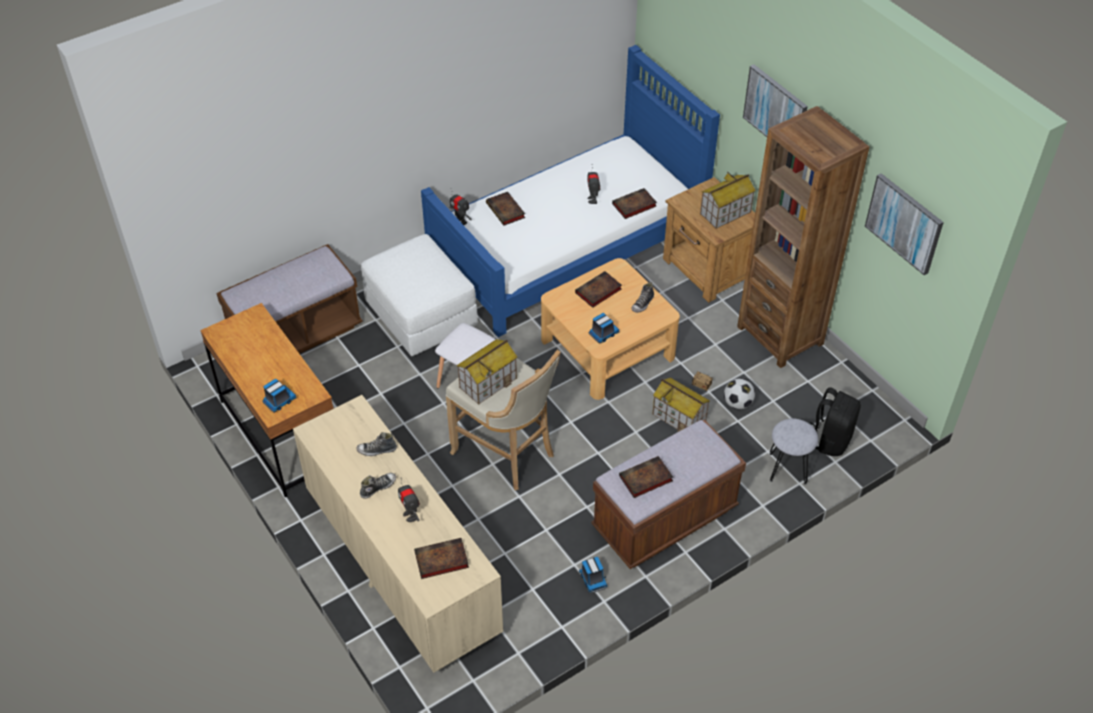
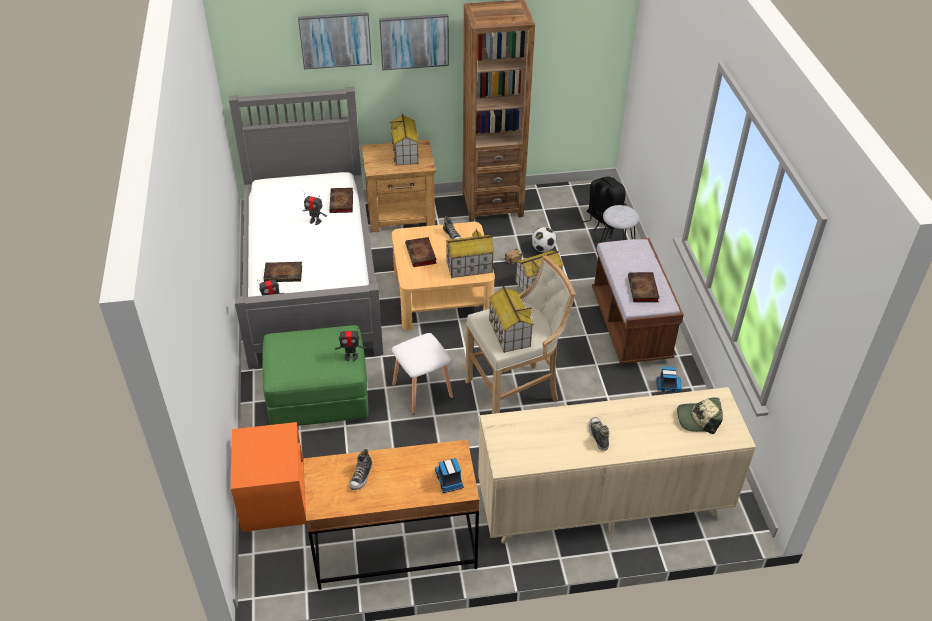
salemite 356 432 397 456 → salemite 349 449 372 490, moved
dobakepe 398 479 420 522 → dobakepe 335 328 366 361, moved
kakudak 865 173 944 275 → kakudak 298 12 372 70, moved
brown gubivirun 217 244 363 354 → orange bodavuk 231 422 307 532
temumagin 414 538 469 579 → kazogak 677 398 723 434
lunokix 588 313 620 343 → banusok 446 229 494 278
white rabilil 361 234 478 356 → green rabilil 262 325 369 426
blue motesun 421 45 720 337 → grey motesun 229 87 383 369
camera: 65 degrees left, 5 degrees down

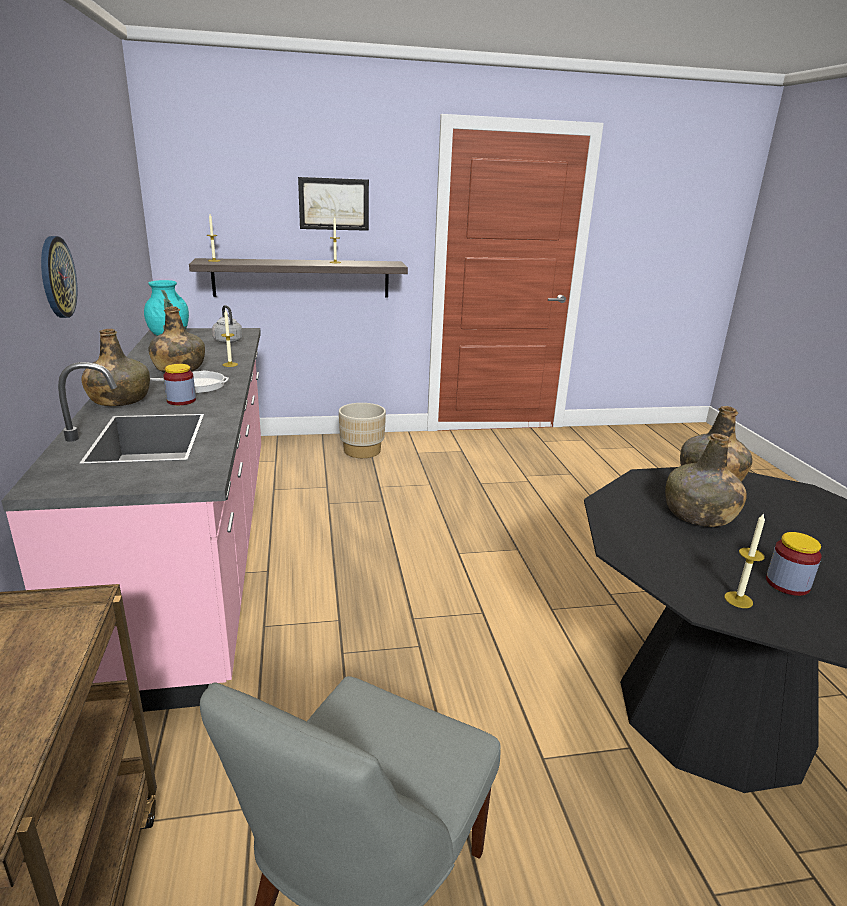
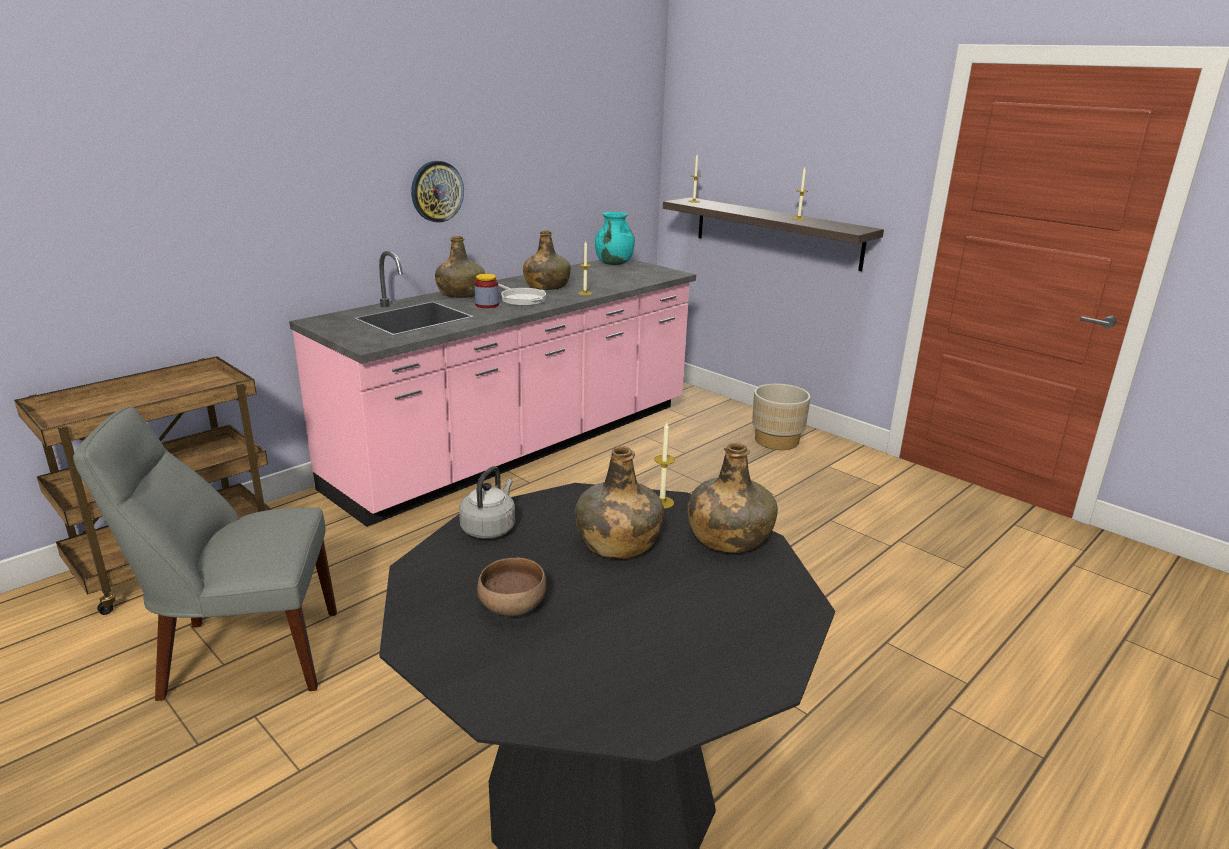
kakudak 298 177 369 231 → -
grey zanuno 212 305 242 343 → grey zanuno 459 466 515 539, moved
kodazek 724 513 765 608 → kodazek 654 422 675 508, moved
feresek 766 532 822 596 → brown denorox 477 558 547 616
camera: 55 degrees right, 0 degrees up

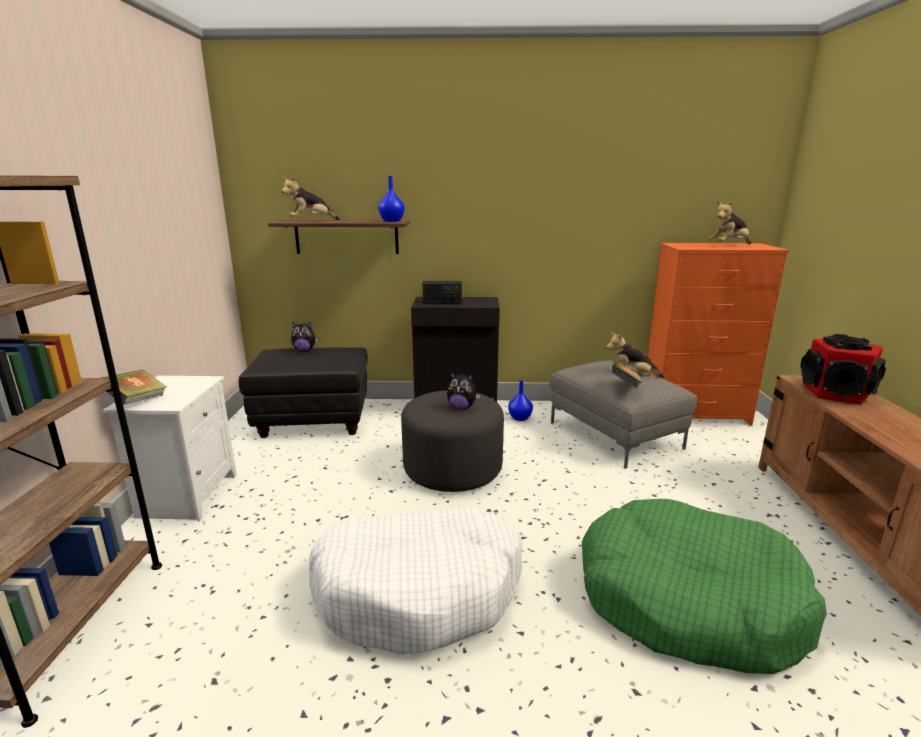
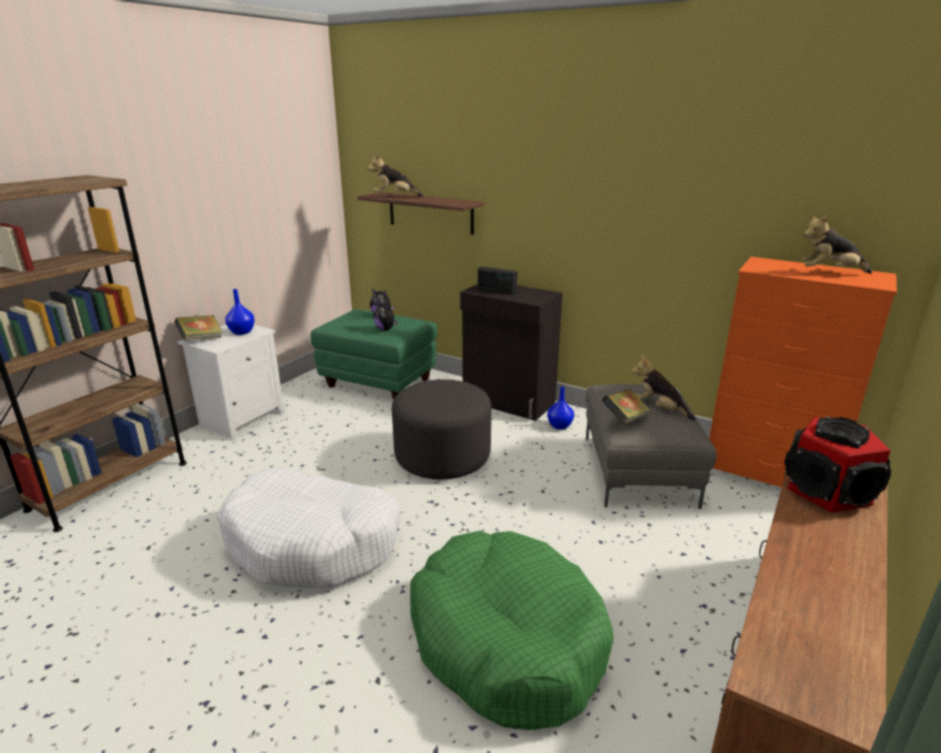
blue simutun 378 176 405 222 → blue simutun 225 289 255 335, moved
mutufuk 447 372 481 409 → mutufuk 374 301 398 331, moved
black rabilil 239 347 368 438 → green rabilil 311 309 438 400
camera: 30 degrees right, 5 degrees up

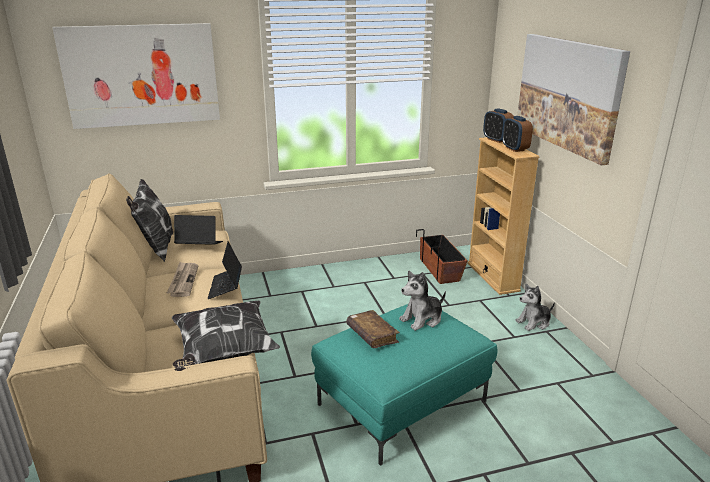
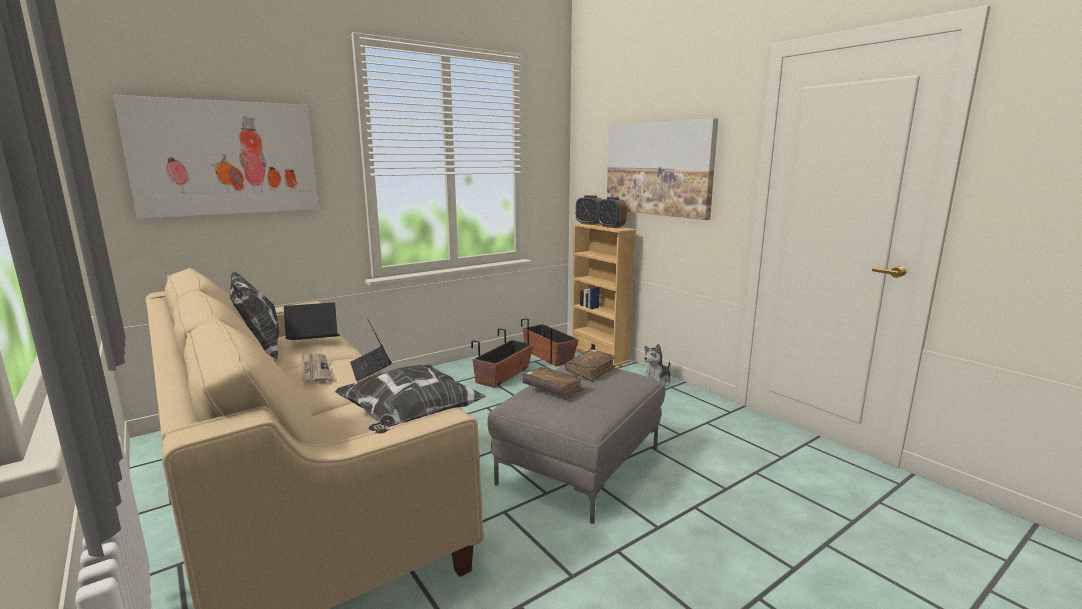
- → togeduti 471 328 533 388
mutufuk 399 271 446 331 → brown temumagin 565 349 616 381
turquoise rabilil 311 304 497 466 → grey rabilil 487 365 665 524
camera: 20 degrees left, 10 degrees down

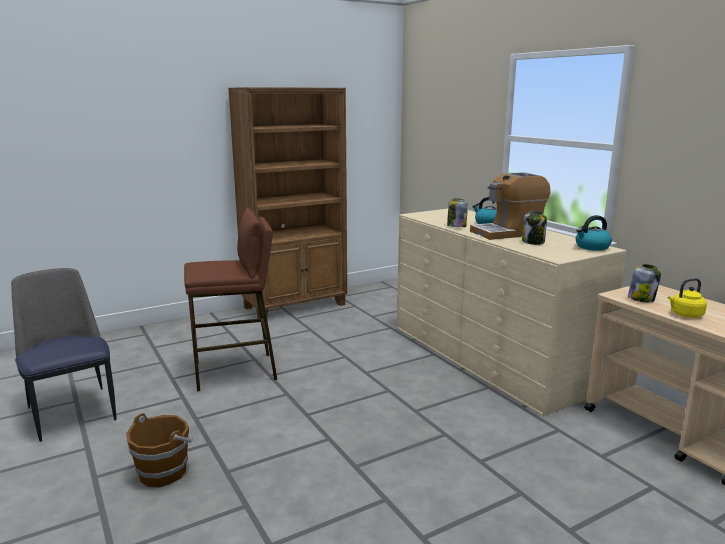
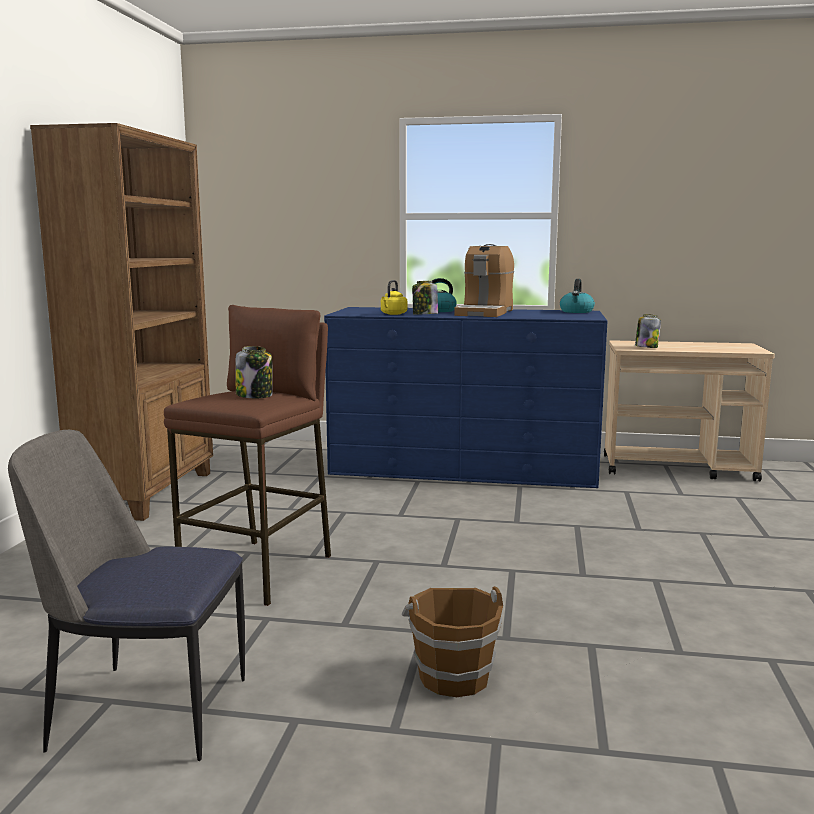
feresek 522 211 547 245 → feresek 235 346 273 398, moved
yellow zanuno 668 278 707 318 → yellow zanuno 381 280 408 315, moved
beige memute 397 209 626 416 → blue memute 324 307 607 488
camera: 50 degrees left, 5 degrees down

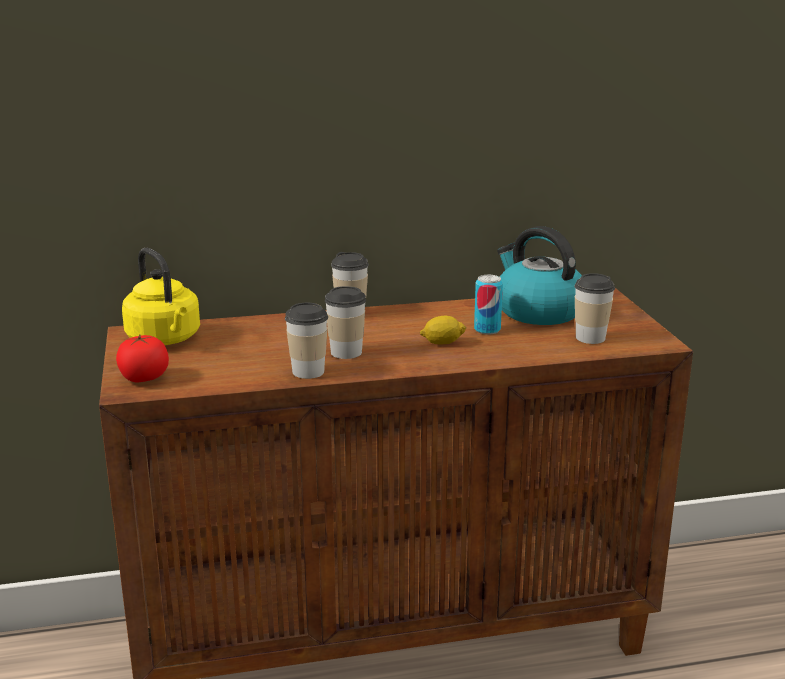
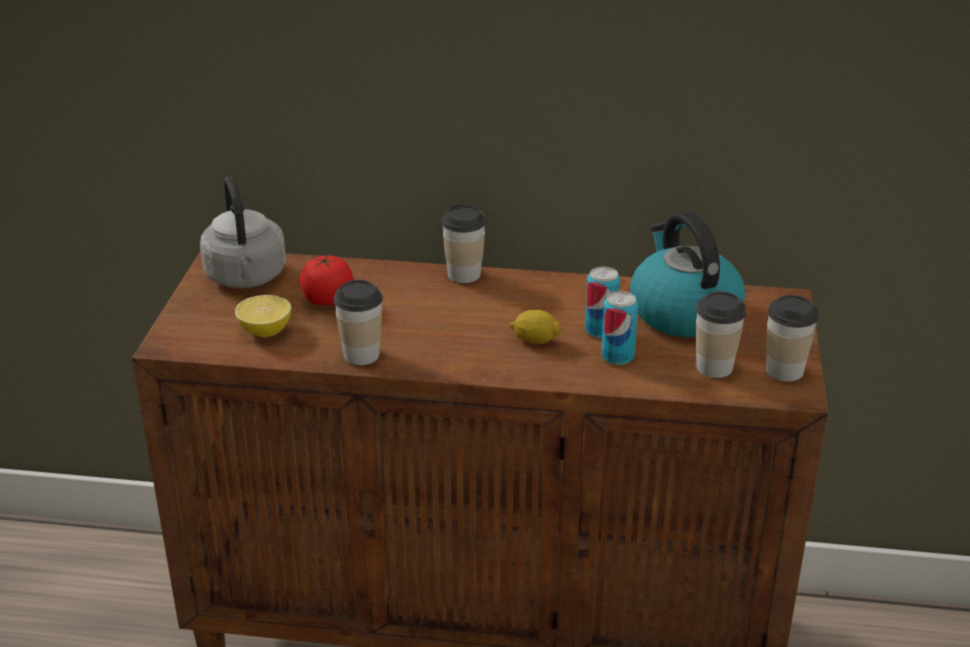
- → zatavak 235 295 291 337
- → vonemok 601 291 638 365
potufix 116 334 169 382 → potufix 300 254 353 305, moved
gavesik 325 286 366 359 → gavesik 766 295 819 381, moved
yellow zanuno 122 248 200 345 → grey zanuno 200 177 286 288
camera: 20 degrees right, 10 degrees up

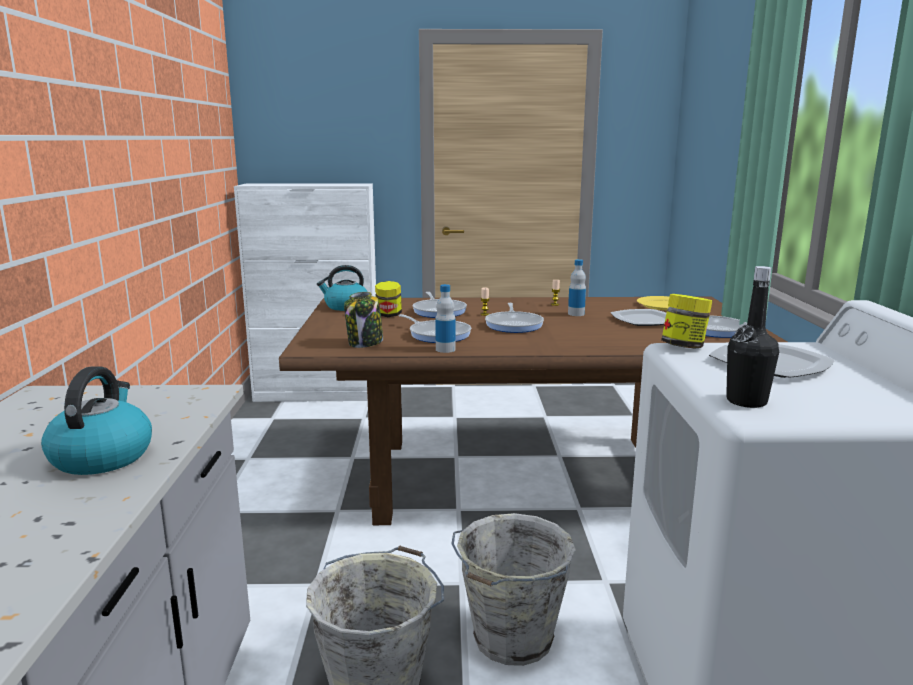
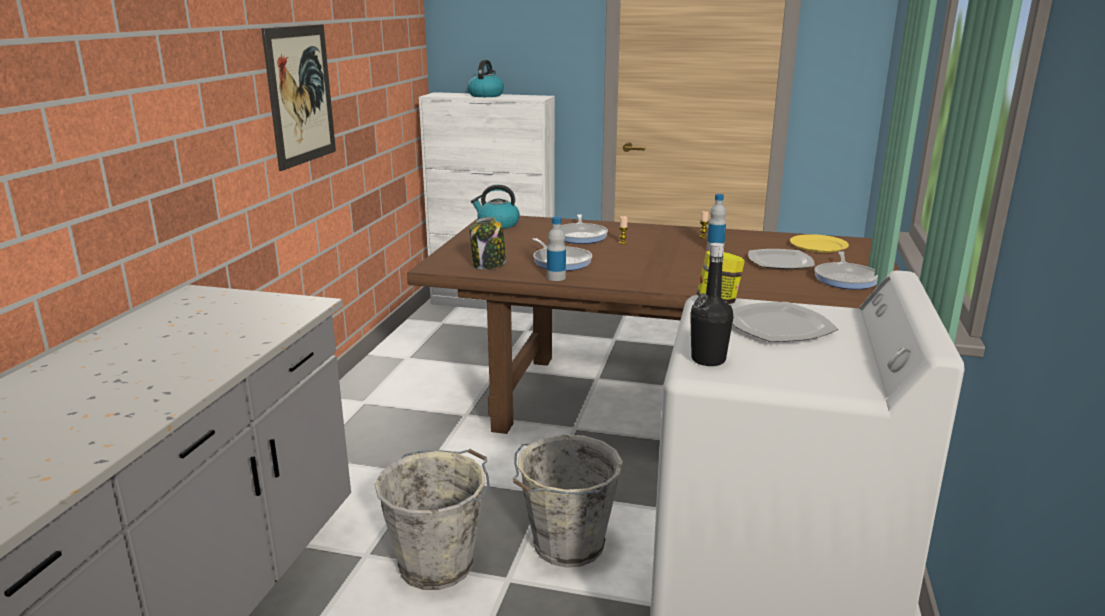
feresek 375 281 402 317 → -
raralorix 485 303 544 333 → -
- → kakudak 261 24 336 171
zanuno 41 366 152 475 → zanuno 468 60 504 97, moved
camera: 15 degrees right, 5 degrees up

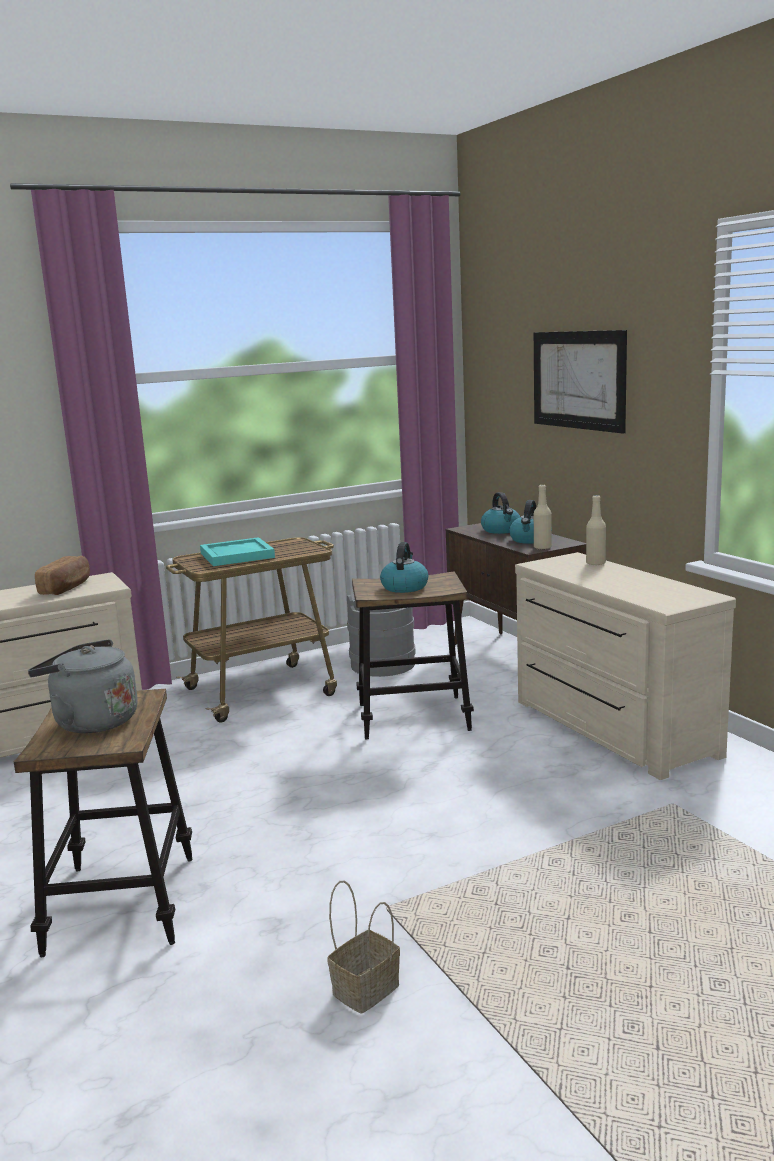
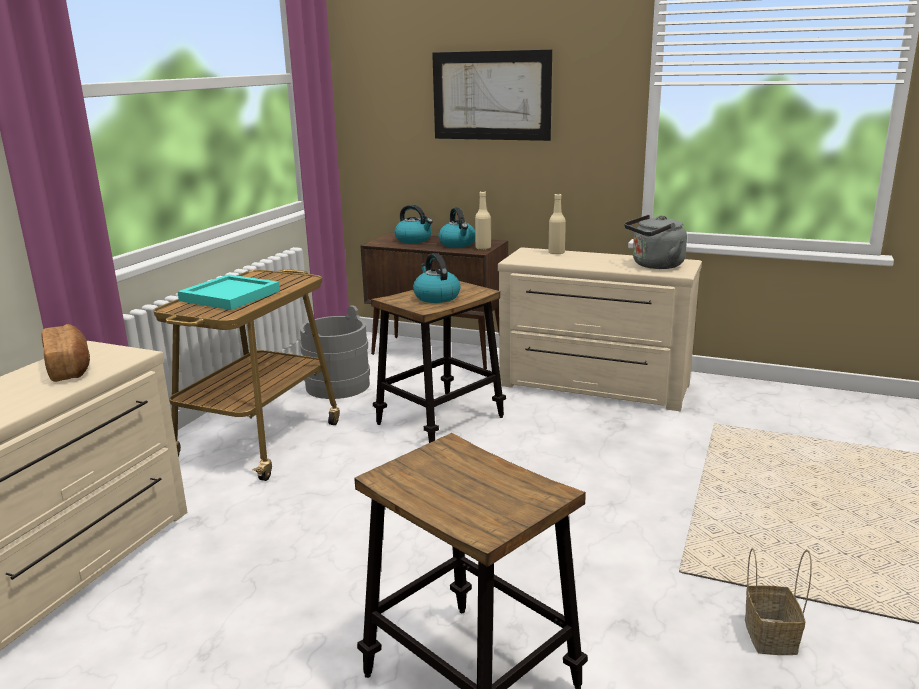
grey zanuno 28 639 138 733 → grey zanuno 624 215 687 269, moved
camera: 40 degrees left, 5 degrees up

